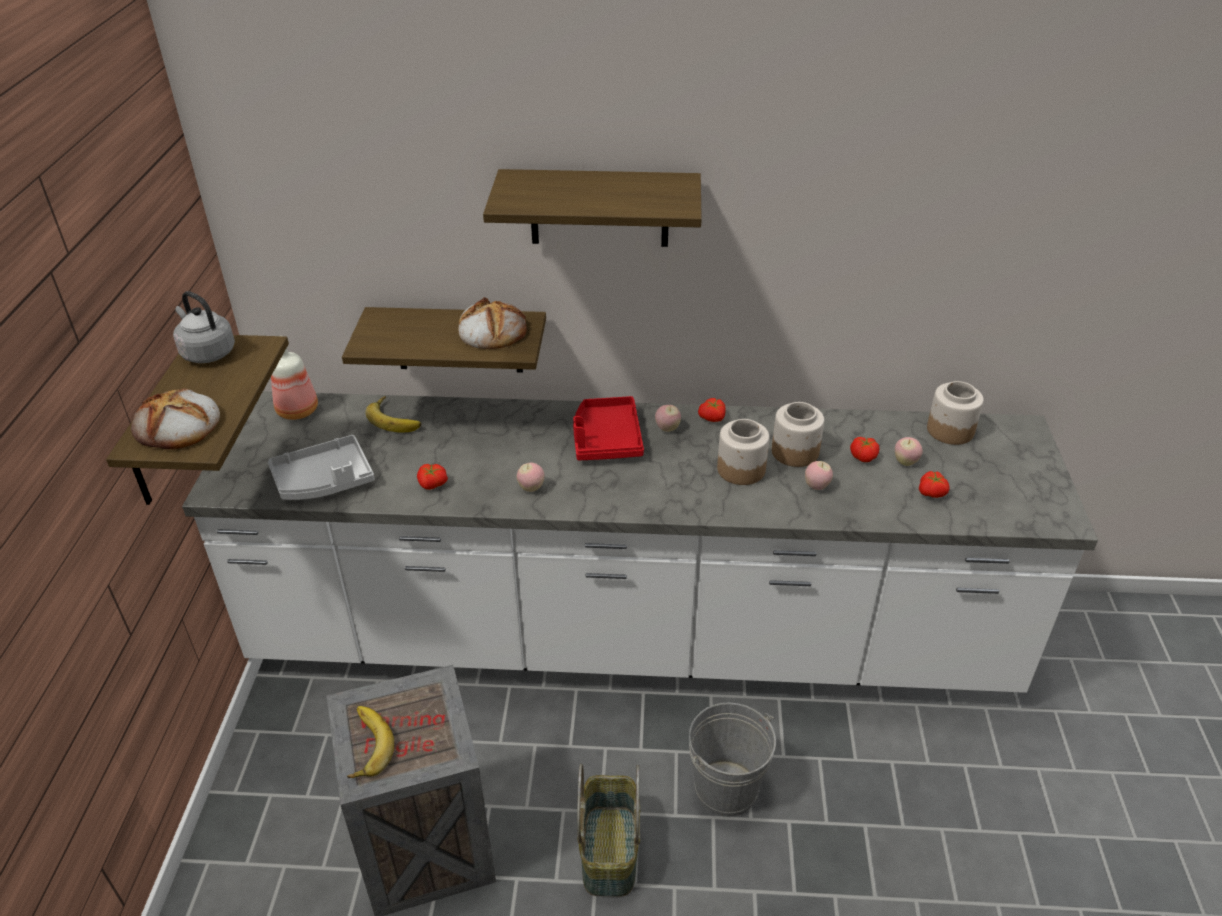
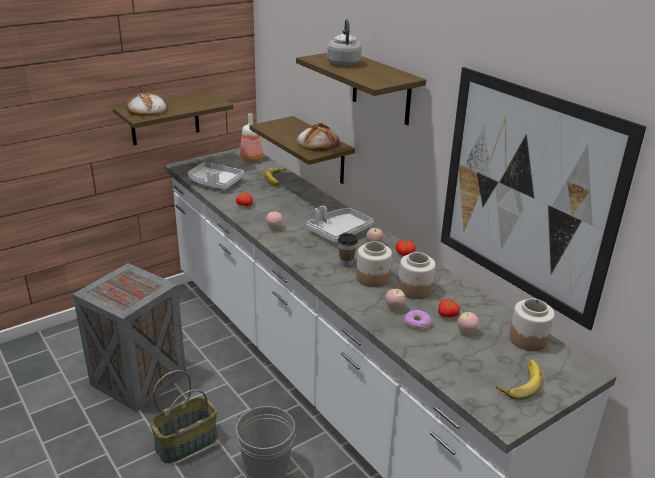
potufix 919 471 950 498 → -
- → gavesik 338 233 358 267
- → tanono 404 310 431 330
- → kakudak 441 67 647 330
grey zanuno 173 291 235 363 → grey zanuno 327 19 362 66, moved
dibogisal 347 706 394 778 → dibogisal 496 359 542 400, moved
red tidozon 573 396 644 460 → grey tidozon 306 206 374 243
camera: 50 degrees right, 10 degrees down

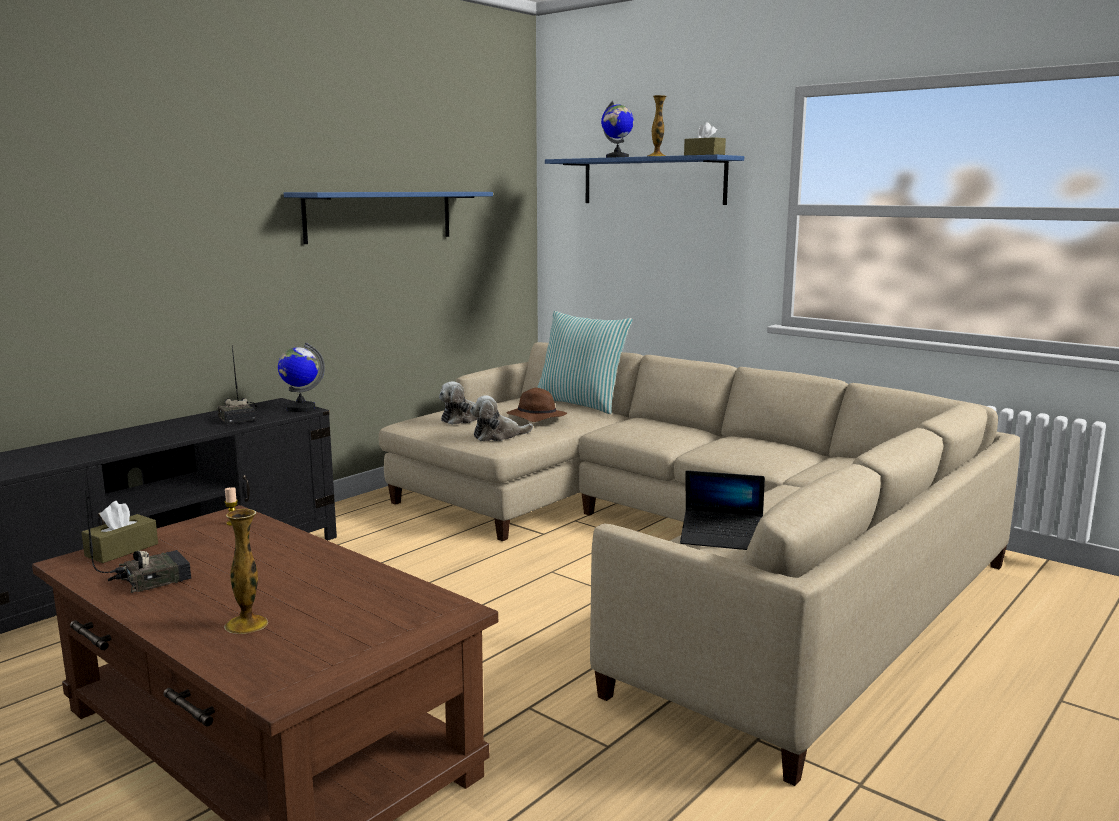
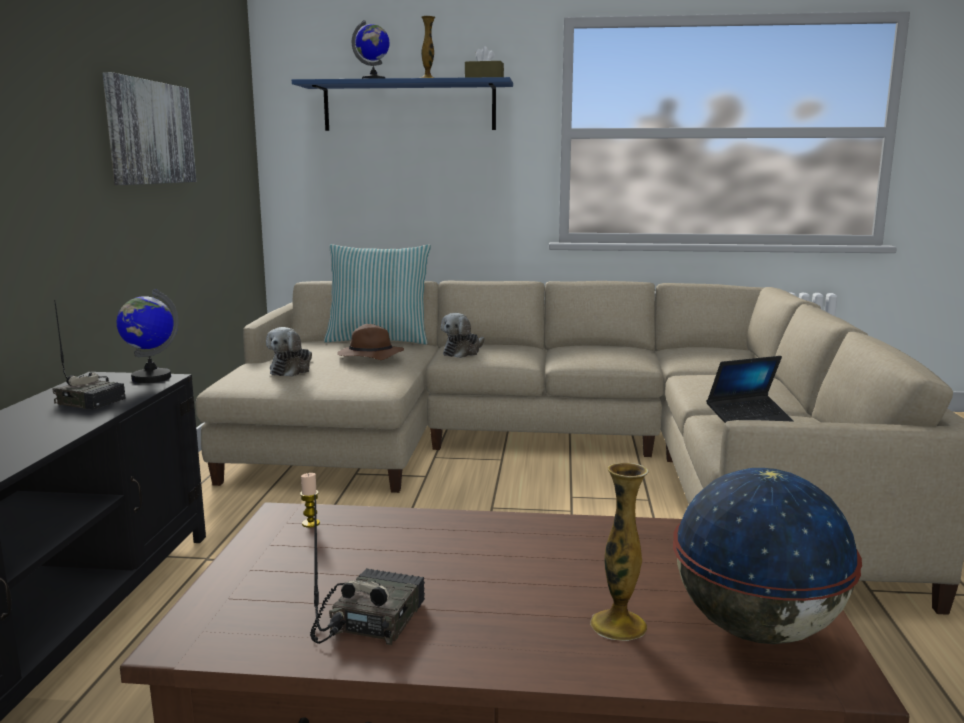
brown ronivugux 81 501 158 563 → -
- → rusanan 673 468 862 644
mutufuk 470 395 533 441 → mutufuk 441 313 484 358, moved
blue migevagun 284 192 493 244 → kakudak 102 72 196 185
camera: 35 degrees left, 0 degrees up

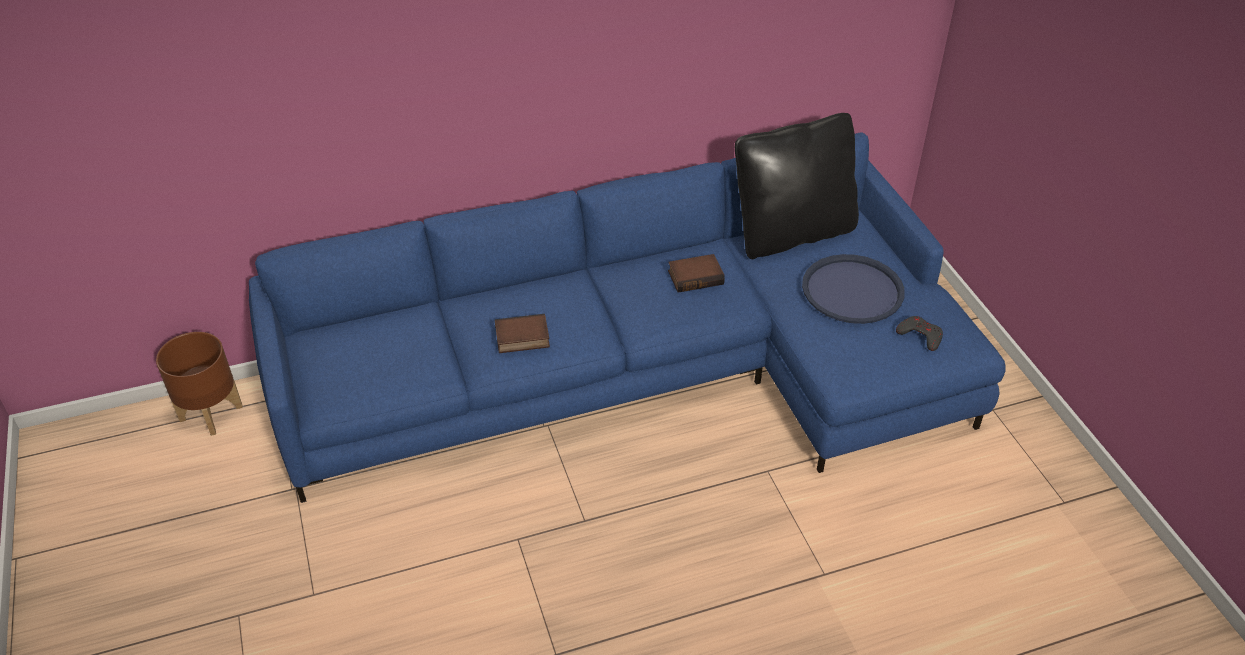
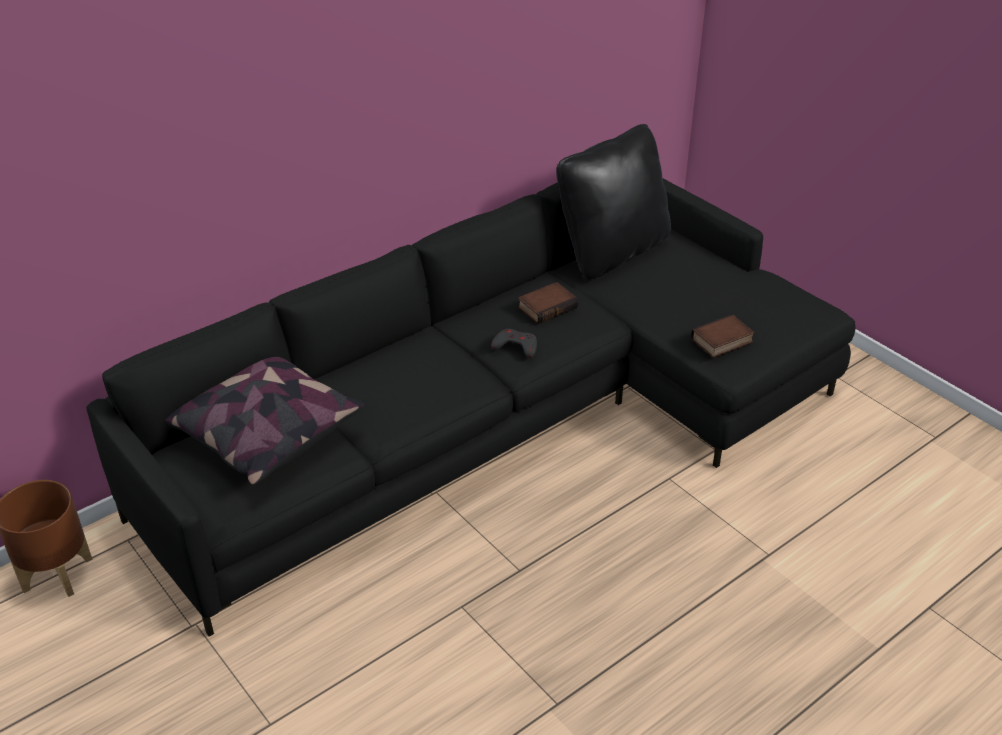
blue tidozon 802 254 905 324 → -
- → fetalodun 165 357 364 485
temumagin 495 314 550 353 → temumagin 691 314 755 358, moved
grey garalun 896 316 943 351 → grey garalun 491 328 537 358, moved
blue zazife 249 132 1006 503 → black zazife 86 154 856 637
camera: 20 degrees left, 5 degrees down

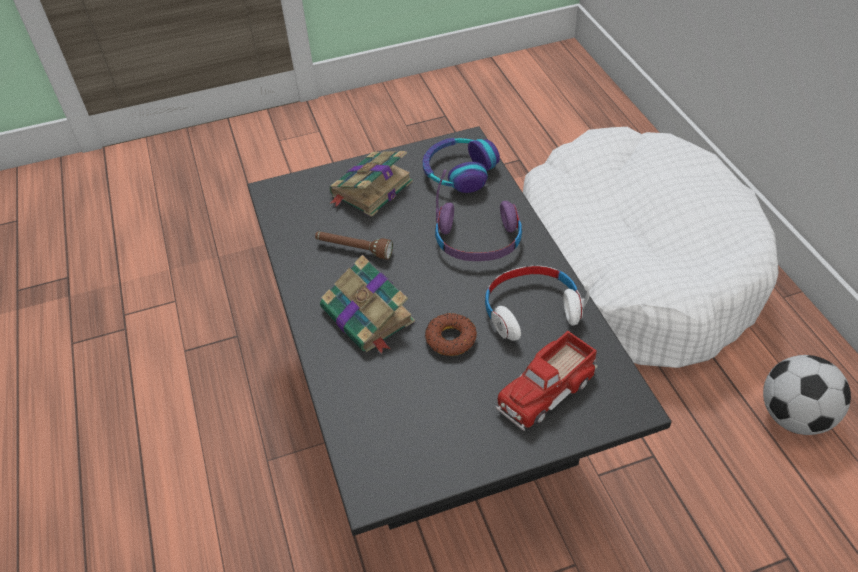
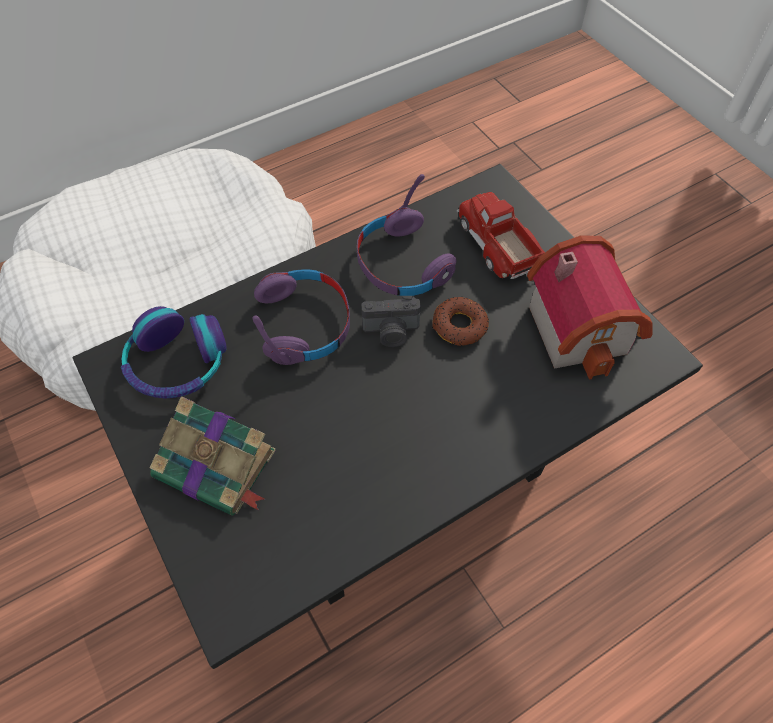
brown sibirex 315 231 393 259 → -
temumagin 320 255 415 354 → -
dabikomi 763 355 851 435 → -
- → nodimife 361 296 421 347
- → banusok 527 235 652 380
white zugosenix 485 266 590 341 → purple zugosenix 357 174 457 296
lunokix 495 331 598 431 → lunokix 457 192 545 279, 150 degrees counterclockwise
camera: 105 degrees left, 10 degrees up

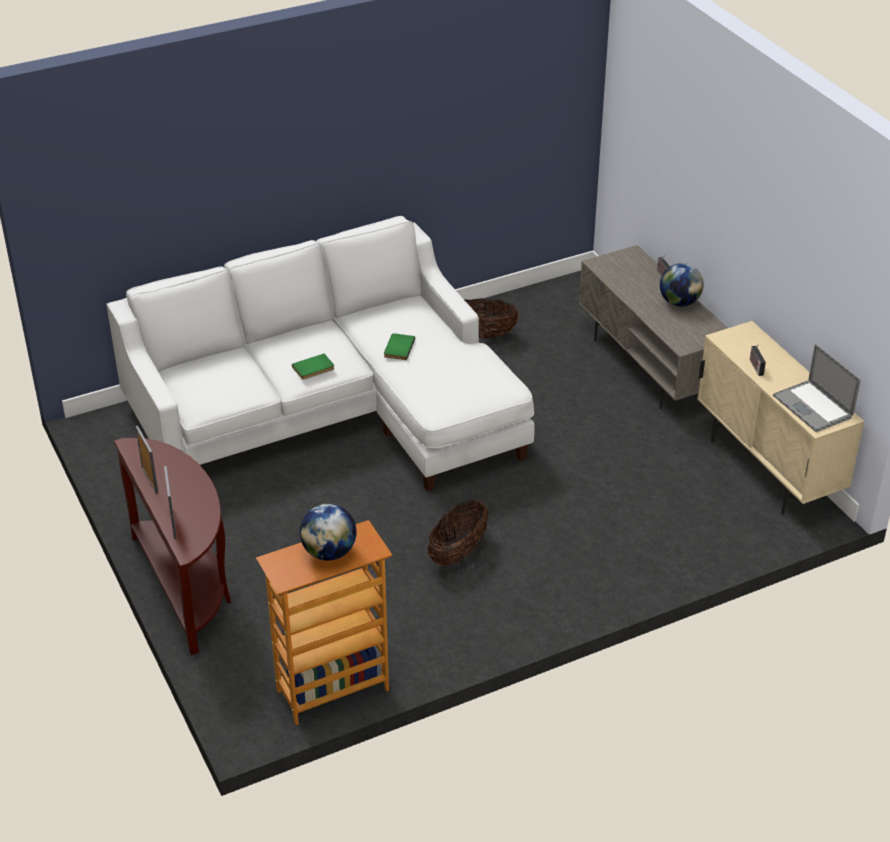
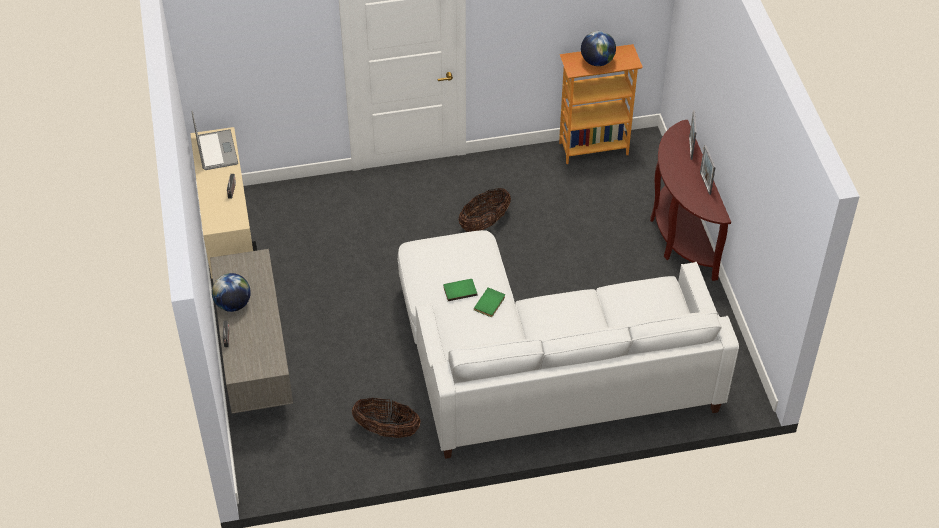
green temumagin 292 353 334 380 → green temumagin 443 279 477 301, moved
camera: 165 degrees left, 10 degrees up

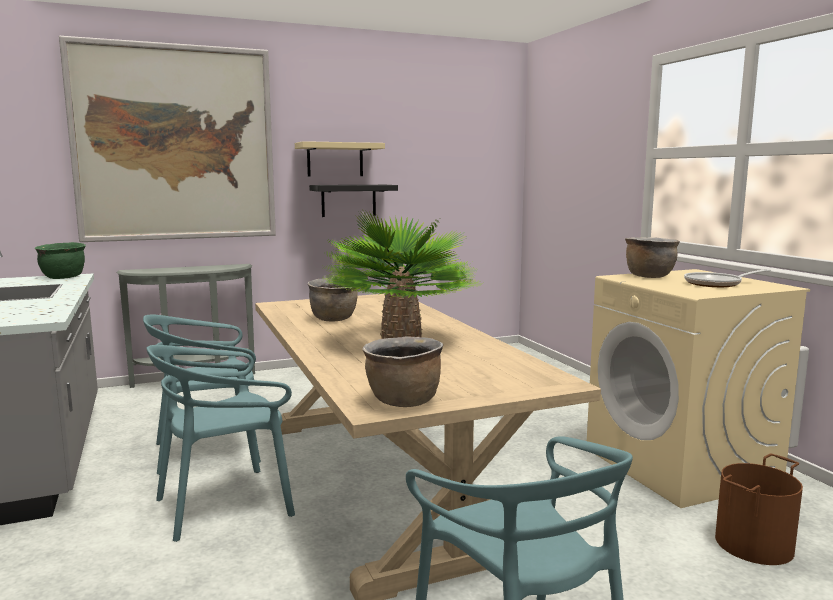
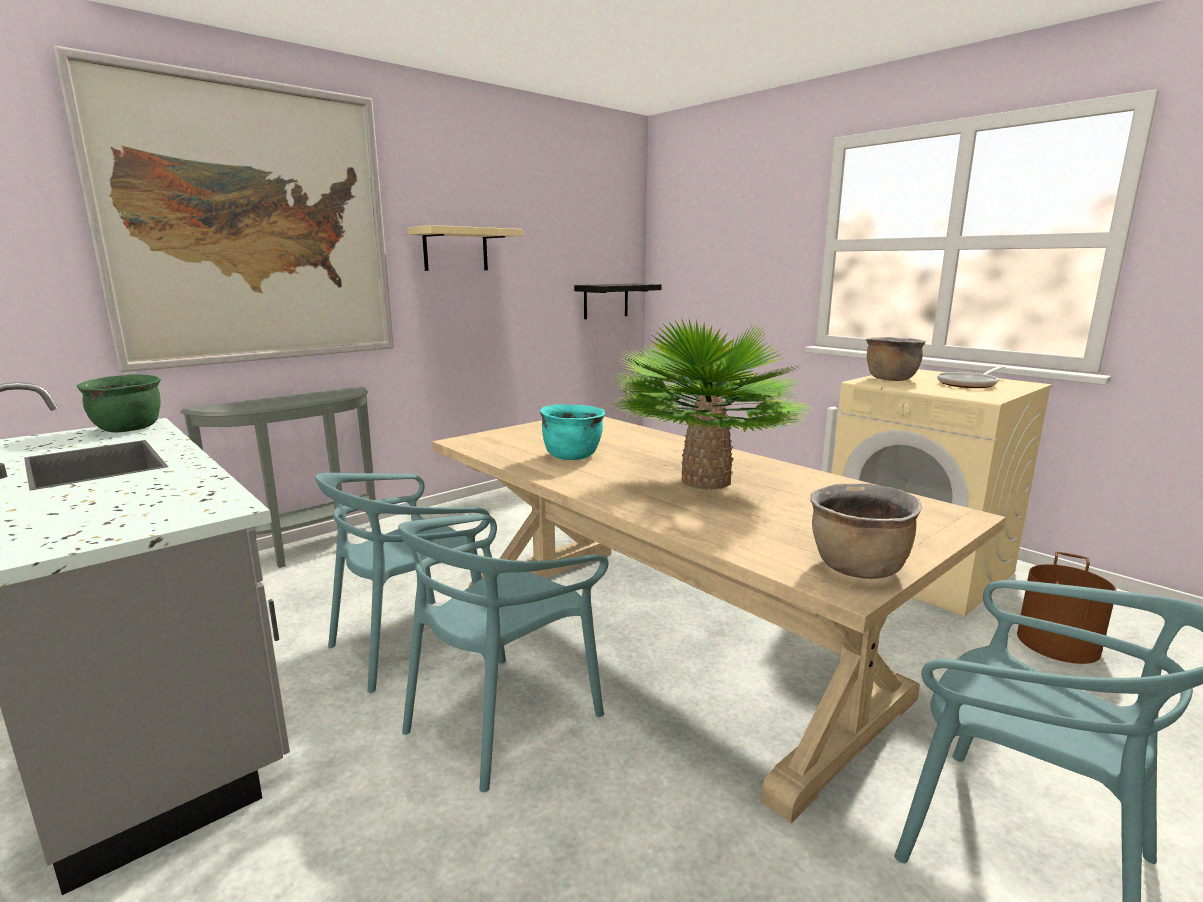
black migevagun 309 185 398 217 → black migevagun 574 284 662 319, moved
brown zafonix 308 278 358 321 → turquoise zafonix 540 404 605 460
camera: 20 degrees left, 5 degrees up

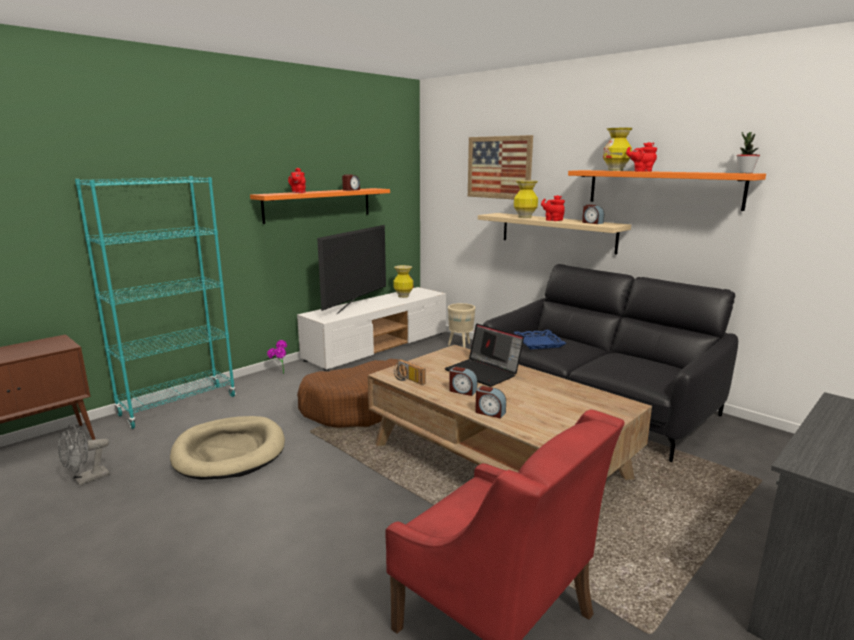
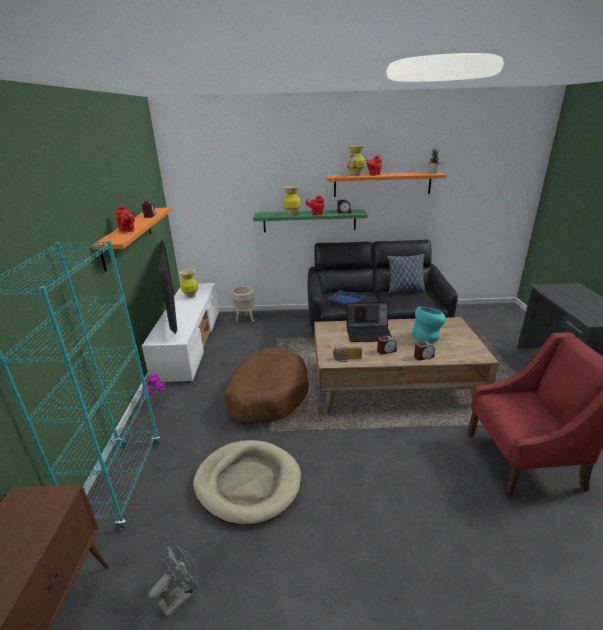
kakudak 468 135 533 200 → -
- → fetalodun 387 254 425 294
- → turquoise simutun 412 307 446 343
beige migevagun 478 213 631 254 → green migevagun 253 209 368 232
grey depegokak 58 424 109 486 → grey depegokak 149 545 199 618, 135 degrees counterclockwise
camera: 45 degrees left, 10 degrees up

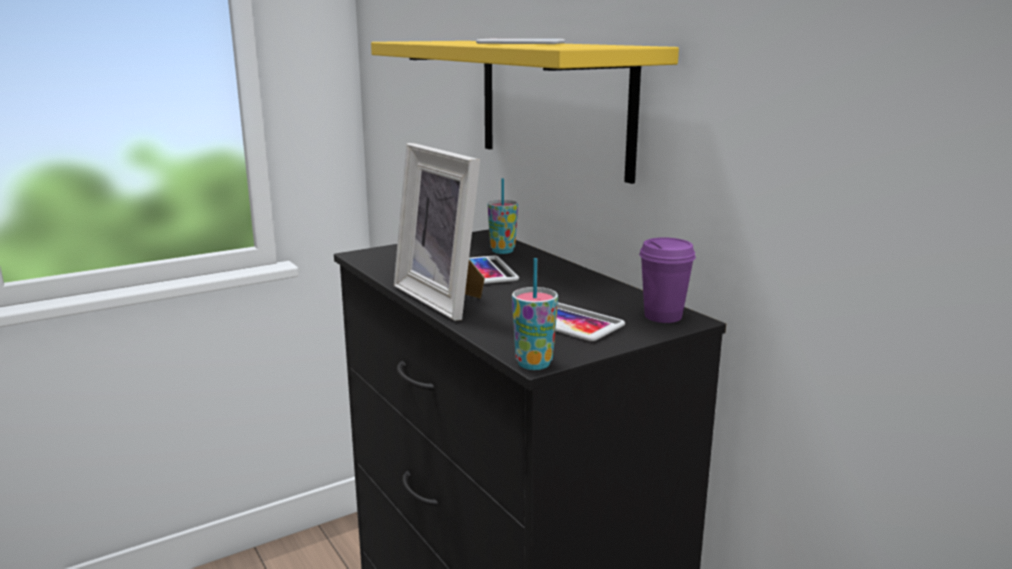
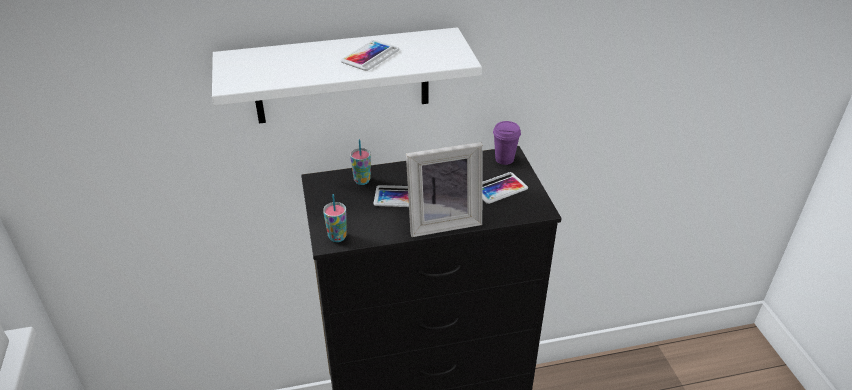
gavesik 512 258 558 370 → gavesik 323 194 347 242, moved
yellow migevagun 371 41 679 184 → white migevagun 212 27 482 124
camera: 70 degrees left, 20 degrees up

